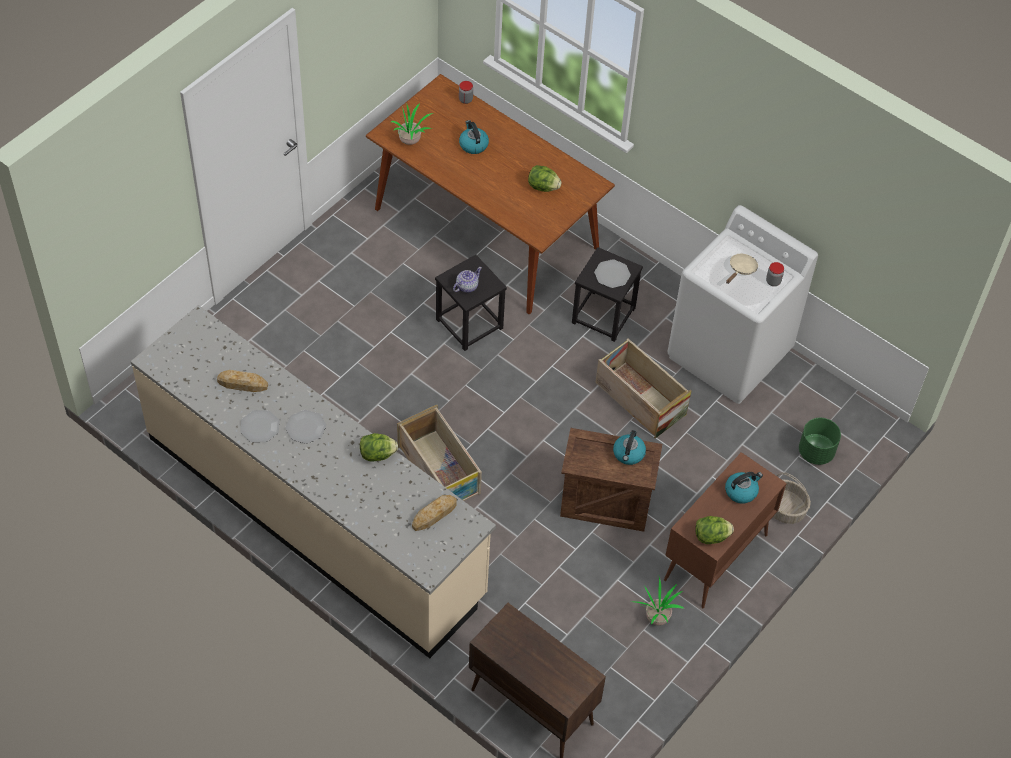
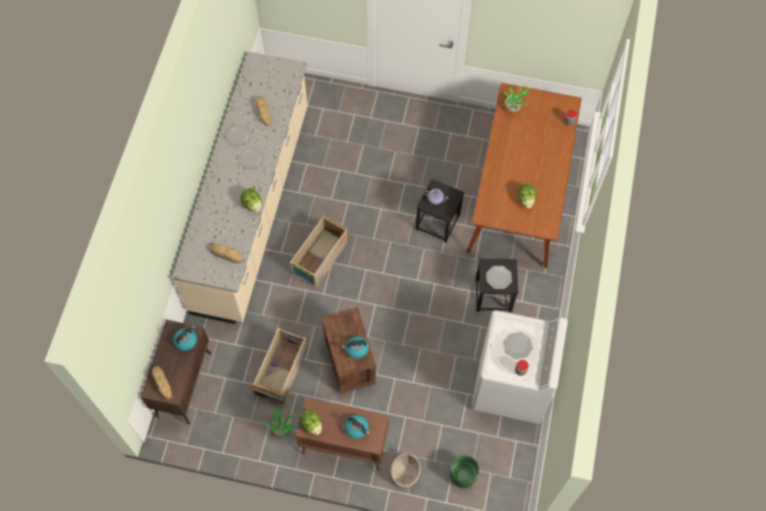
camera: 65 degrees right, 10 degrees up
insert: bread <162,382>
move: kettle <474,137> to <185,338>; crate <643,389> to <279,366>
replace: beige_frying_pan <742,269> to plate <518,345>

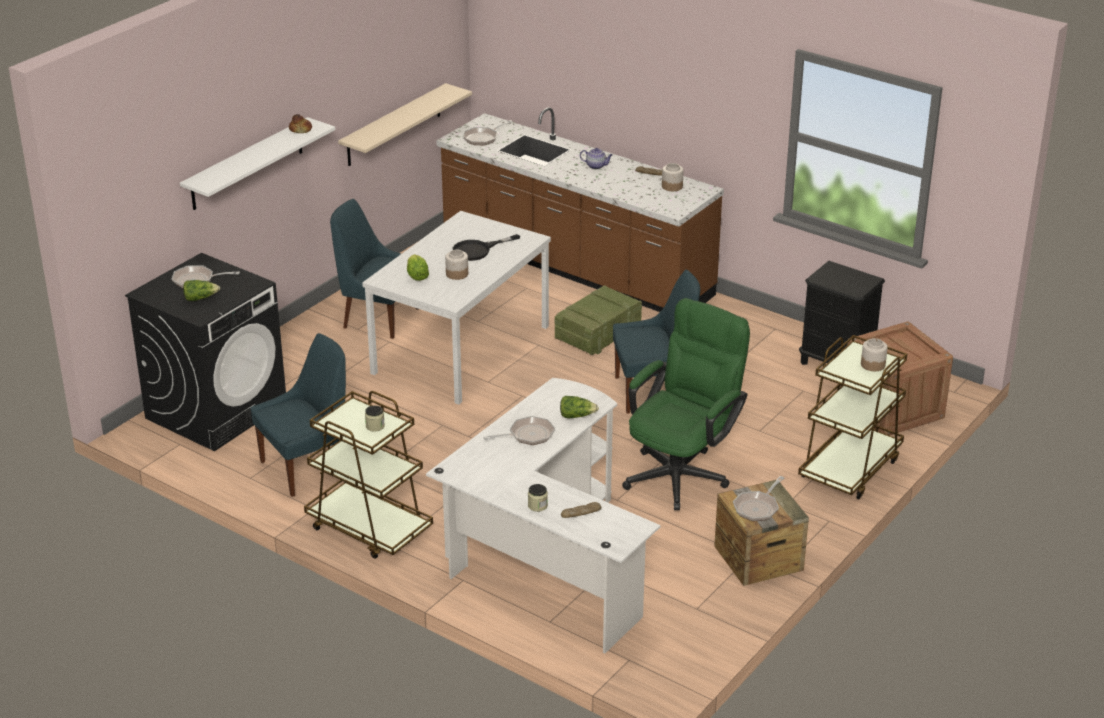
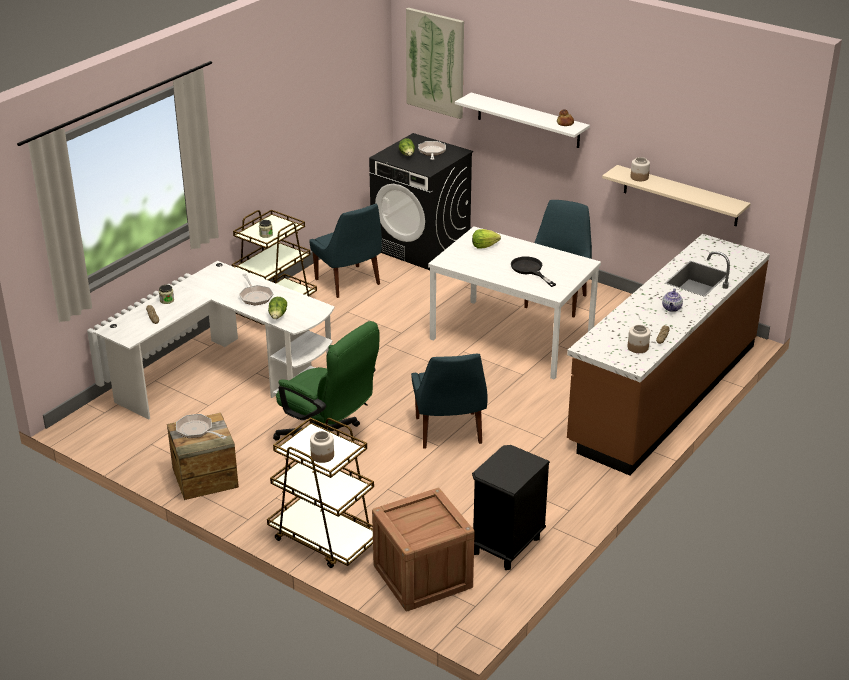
camera: 90 degrees right, 0 degrees up
delete: frying_pan <488,132>; crate <598,320>
insert: picture <435,63>
move: jar <456,265> to <640,169>

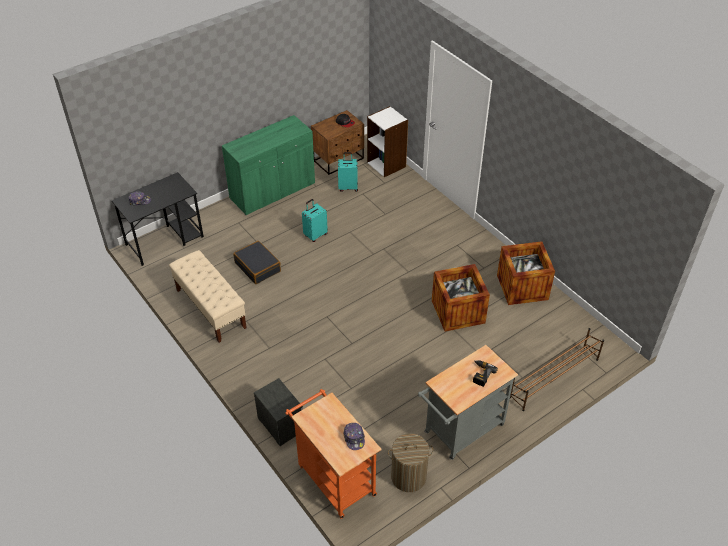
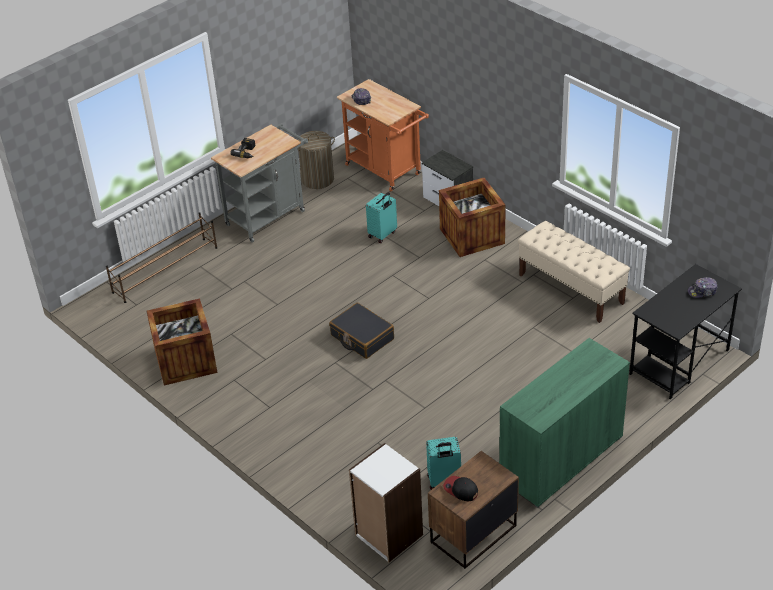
camera: 175 degrees right, 5 degrees down
move: turquoise_suitcase <315,220> to <381,217>; black_suitcase <257,262> to <361,331>; crate <461,298> to <472,217>

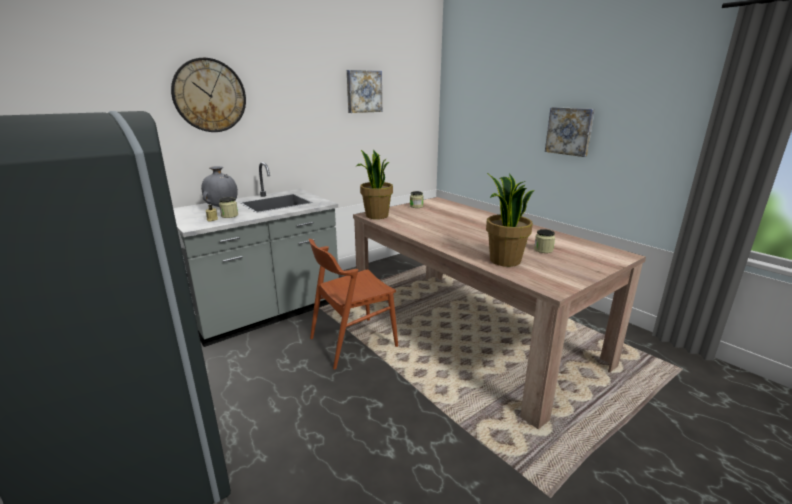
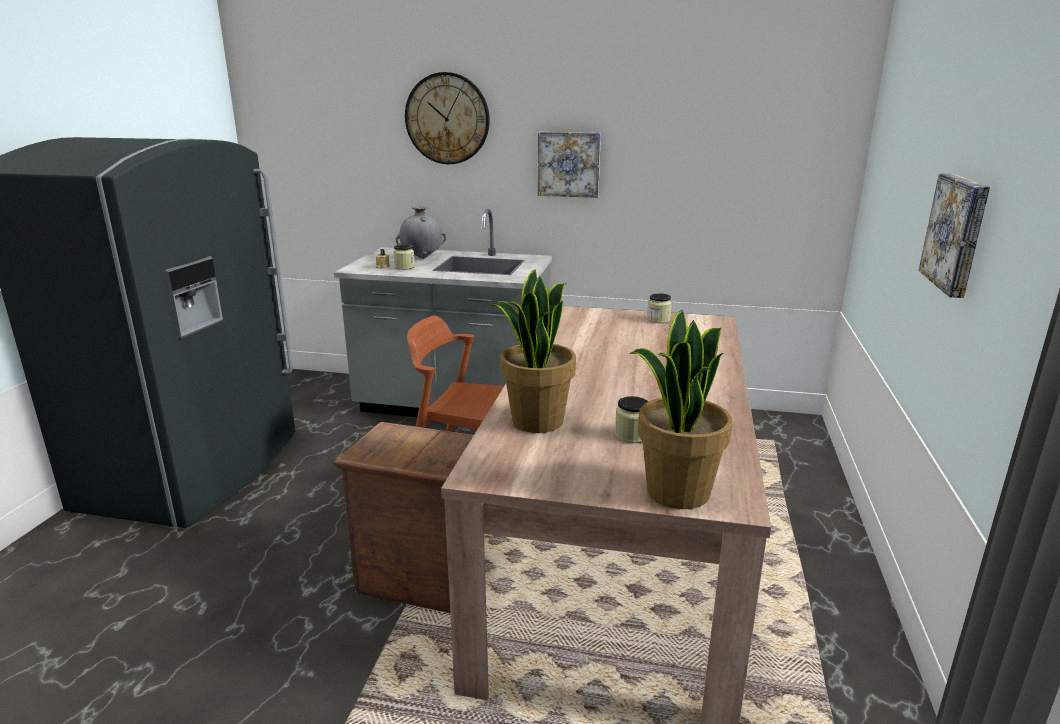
camera: 50 degrees right, 0 degrees up
insert: crate <404,517>
move: picture <364,91> to <569,165>; potted_plant <375,184> to <681,409>

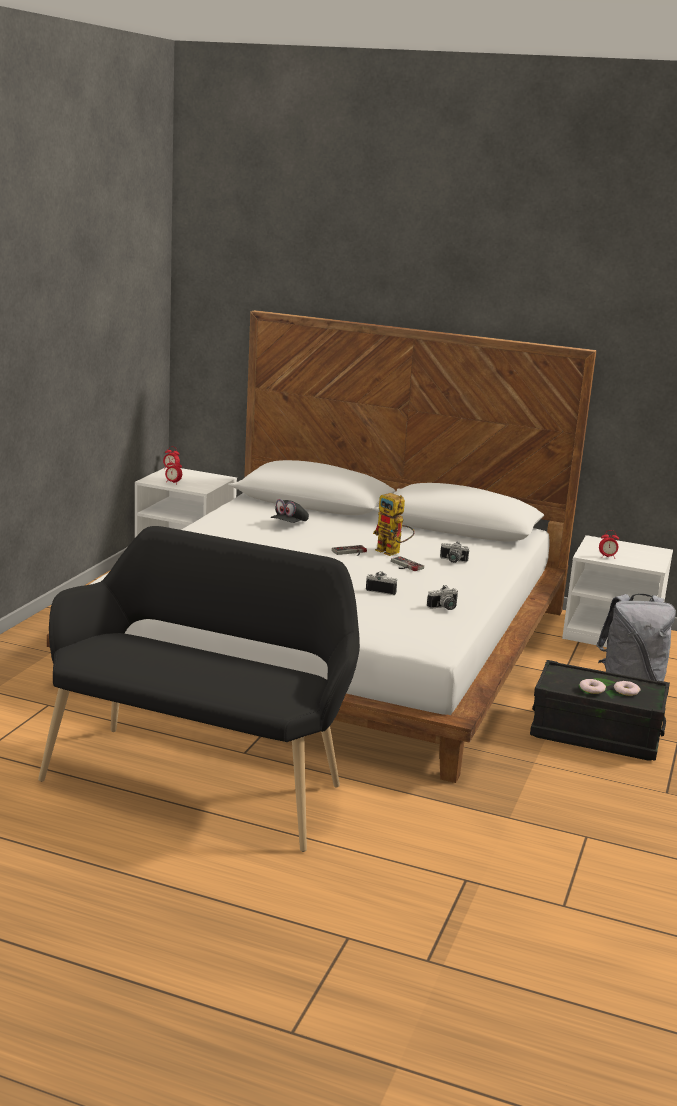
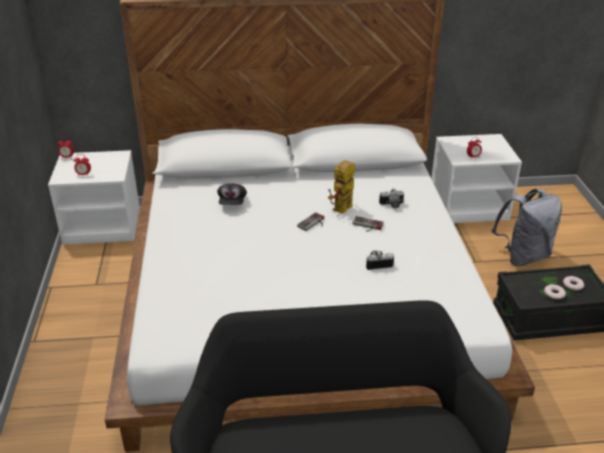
camera: 25 degrees left, 15 degrees up
delete: photo_camera <442,597>
rotate: toy_robot <394,524> = <341,187> 105 degrees clockwise

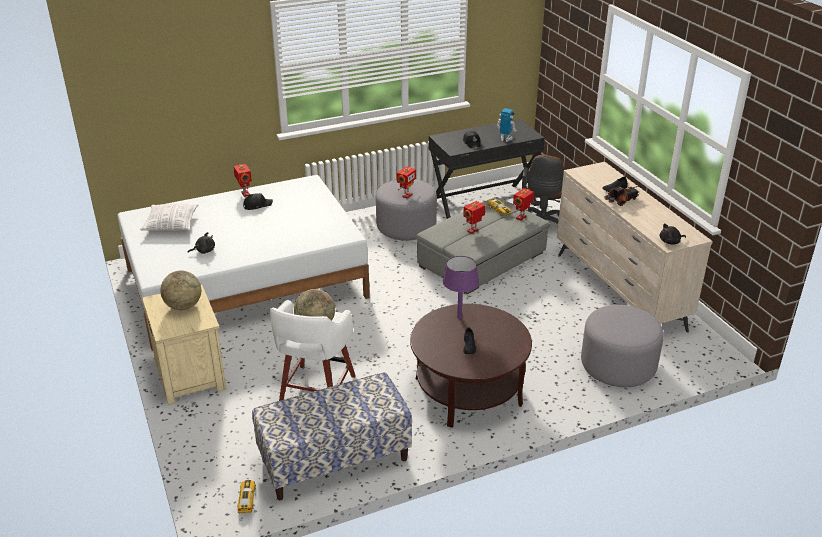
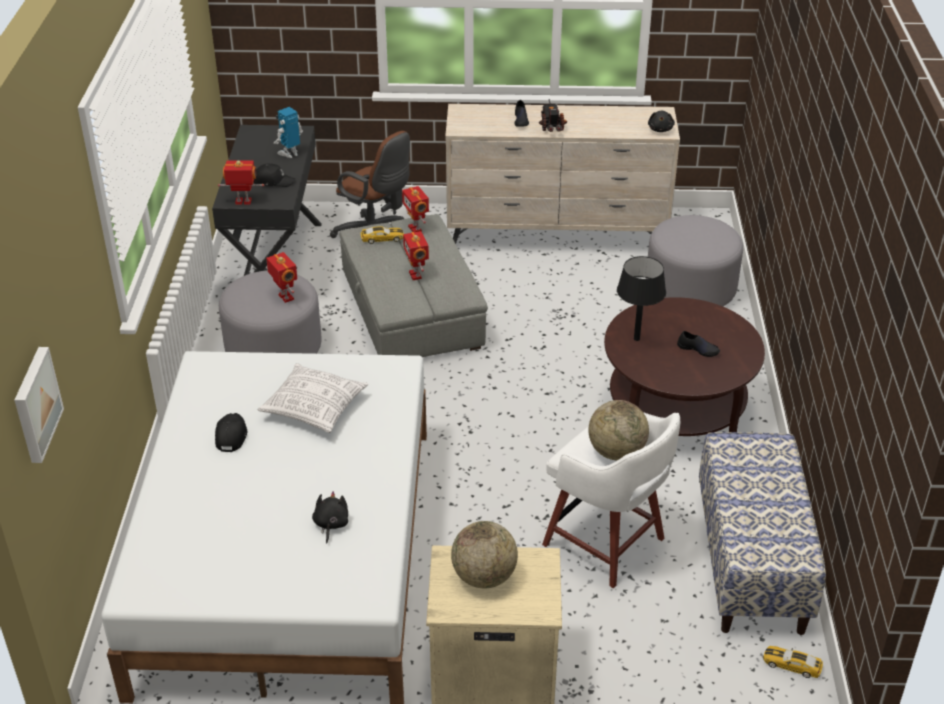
camera: 65 degrees left, 5 degrees up
insert: picture <39,405>
move: toy_robot <242,180> to <241,182>; pillow <169,217> to <312,398>
recolor: purple_table_lamp <461,287> to black_table_lamp <641,298>

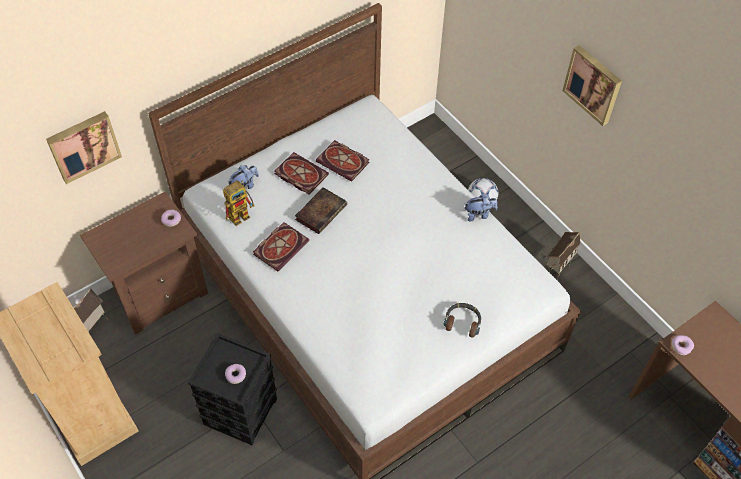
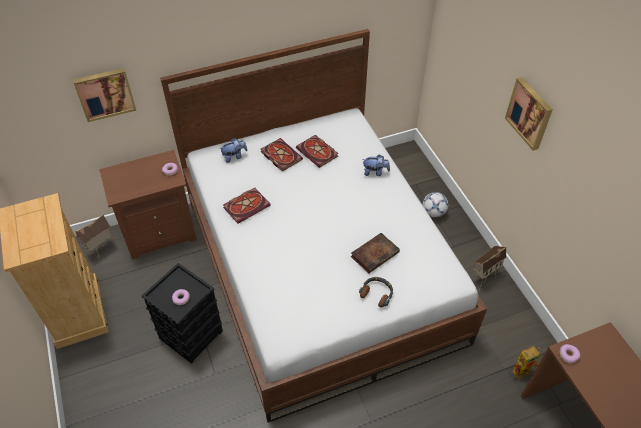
camera: 15 degrees right, 5 degrees down
move: toy_robot <239,203> to <526,363>; book <321,210> to <375,253>; plush_toy <481,207> to <376,165>

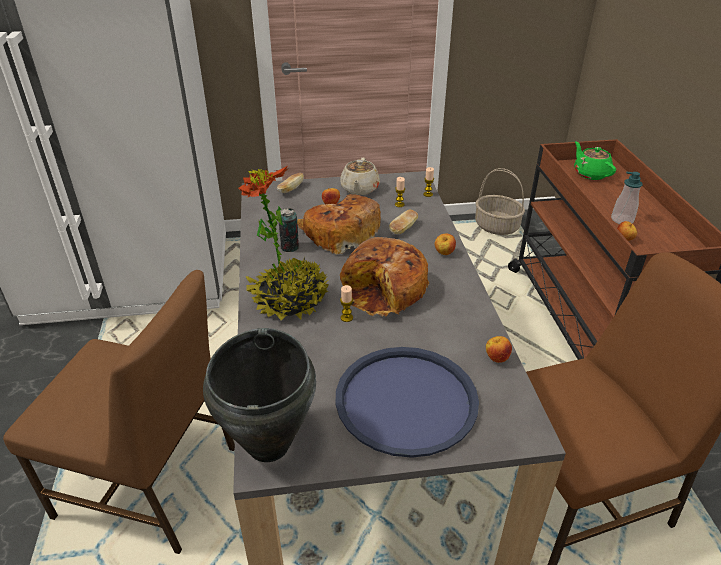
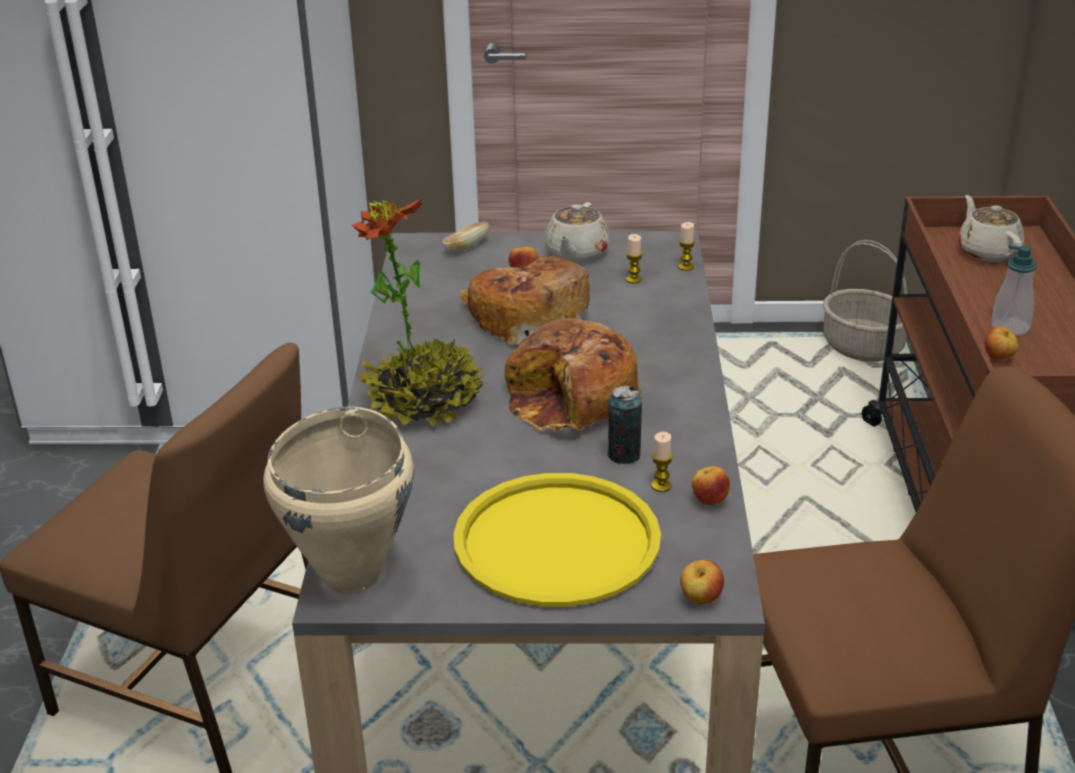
camera: 10 degrees right, 5 degrees down
delete: bread <403,222>
move: can <289,230> to <624,425>; apple <445,244> to <702,582>; candle <346,303> to <662,462>
recolor: green_teapot <595,160> to beige_teapot <991,228>; black_cooking_pot <259,395> to beige_cooking_pot <339,500>; blue_tray <407,402> to yellow_tray <557,540>

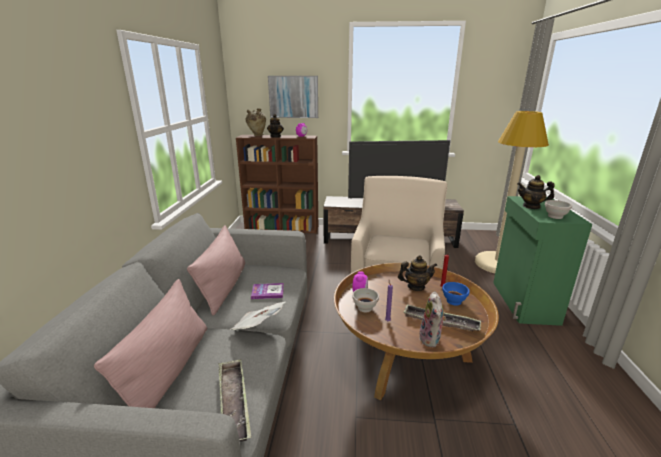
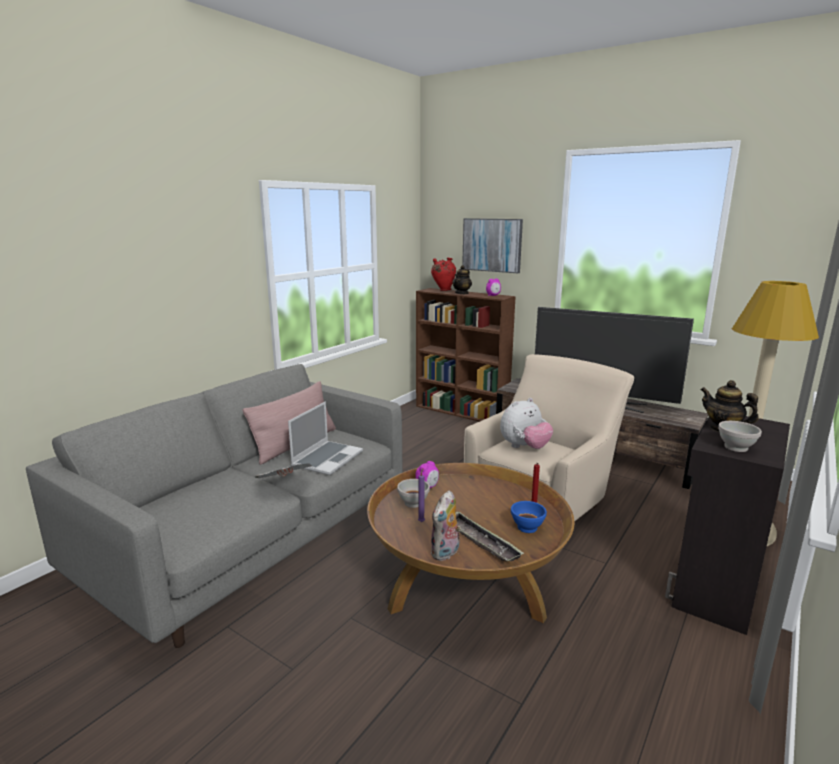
camera: 30 degrees right, 5 degrees down
delete: teapot <417,273>; pink_pillow <150,343>; tray <235,400>
insert: plush_toy <526,423>
replace: book <267,291> to laptop <325,438>
recolor: beige_vase <255,122> to red_vase <443,274>; green_cabinet <542,261> to black_cabinet <727,525>

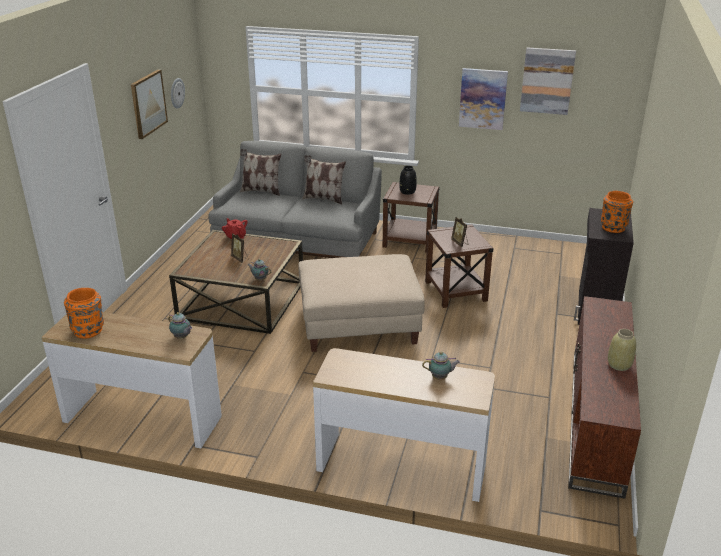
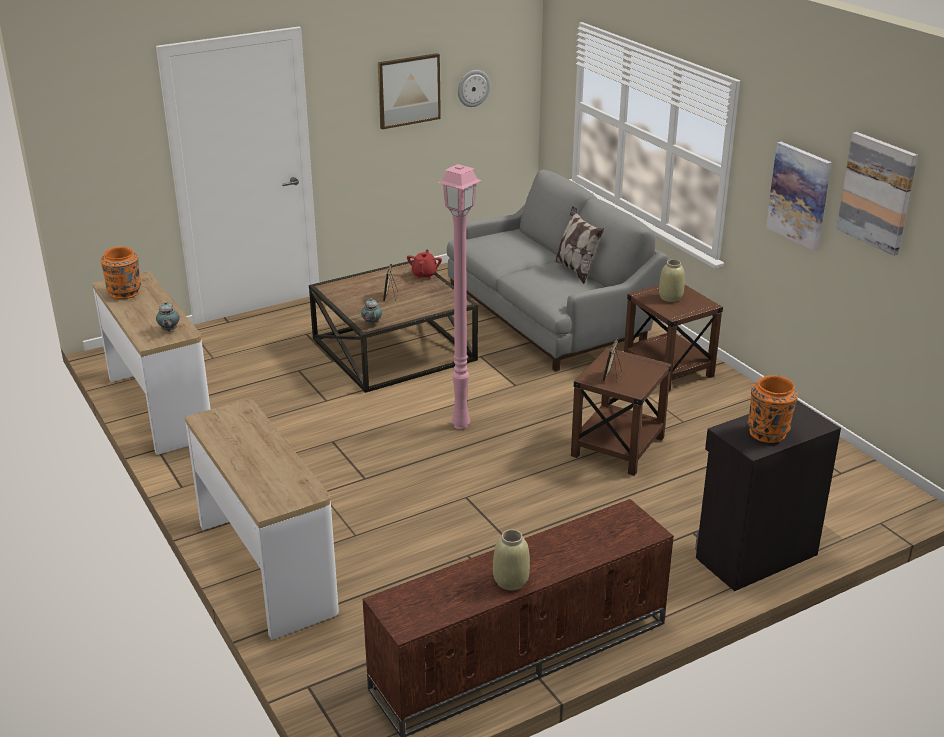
camera: 45 degrees right, 0 degrees up
delete: pillow <260,172>; teapot <441,366>
replace: beige_ottoman <361,303> to pink_floor_lamp <459,296>
recolor: black_vase <408,180> to beige_vase <672,281>

